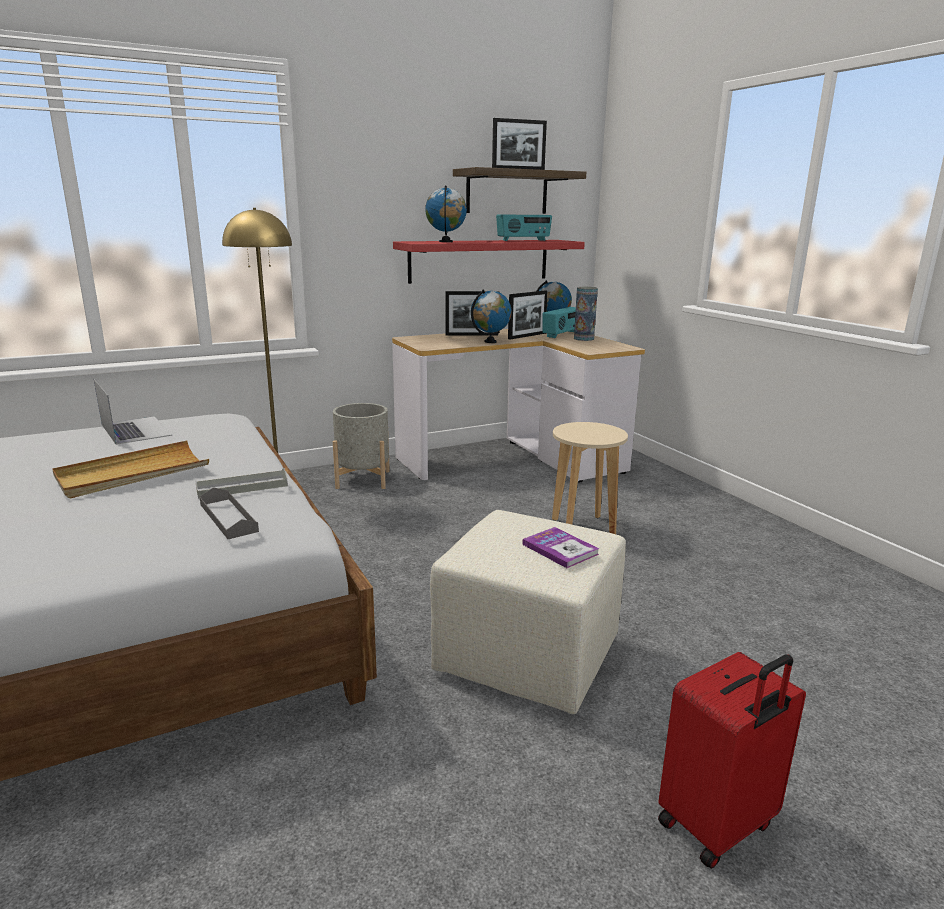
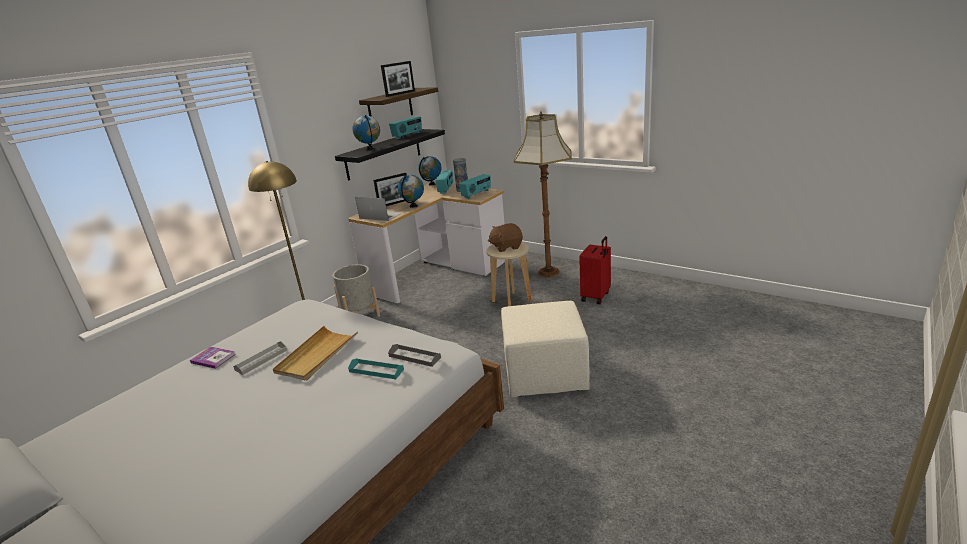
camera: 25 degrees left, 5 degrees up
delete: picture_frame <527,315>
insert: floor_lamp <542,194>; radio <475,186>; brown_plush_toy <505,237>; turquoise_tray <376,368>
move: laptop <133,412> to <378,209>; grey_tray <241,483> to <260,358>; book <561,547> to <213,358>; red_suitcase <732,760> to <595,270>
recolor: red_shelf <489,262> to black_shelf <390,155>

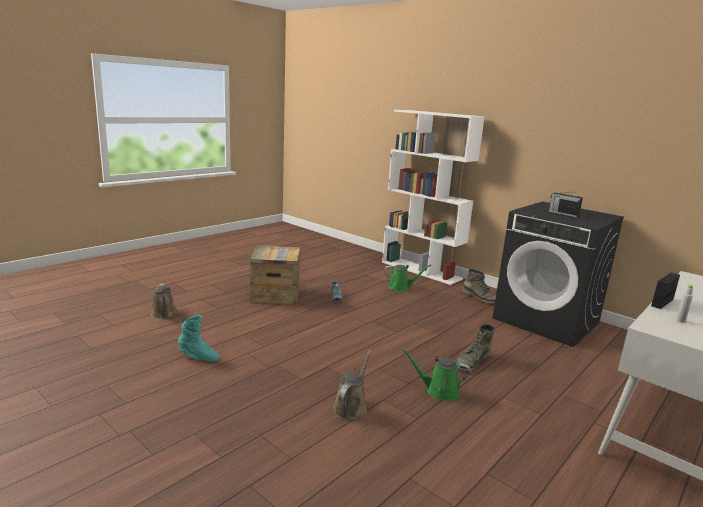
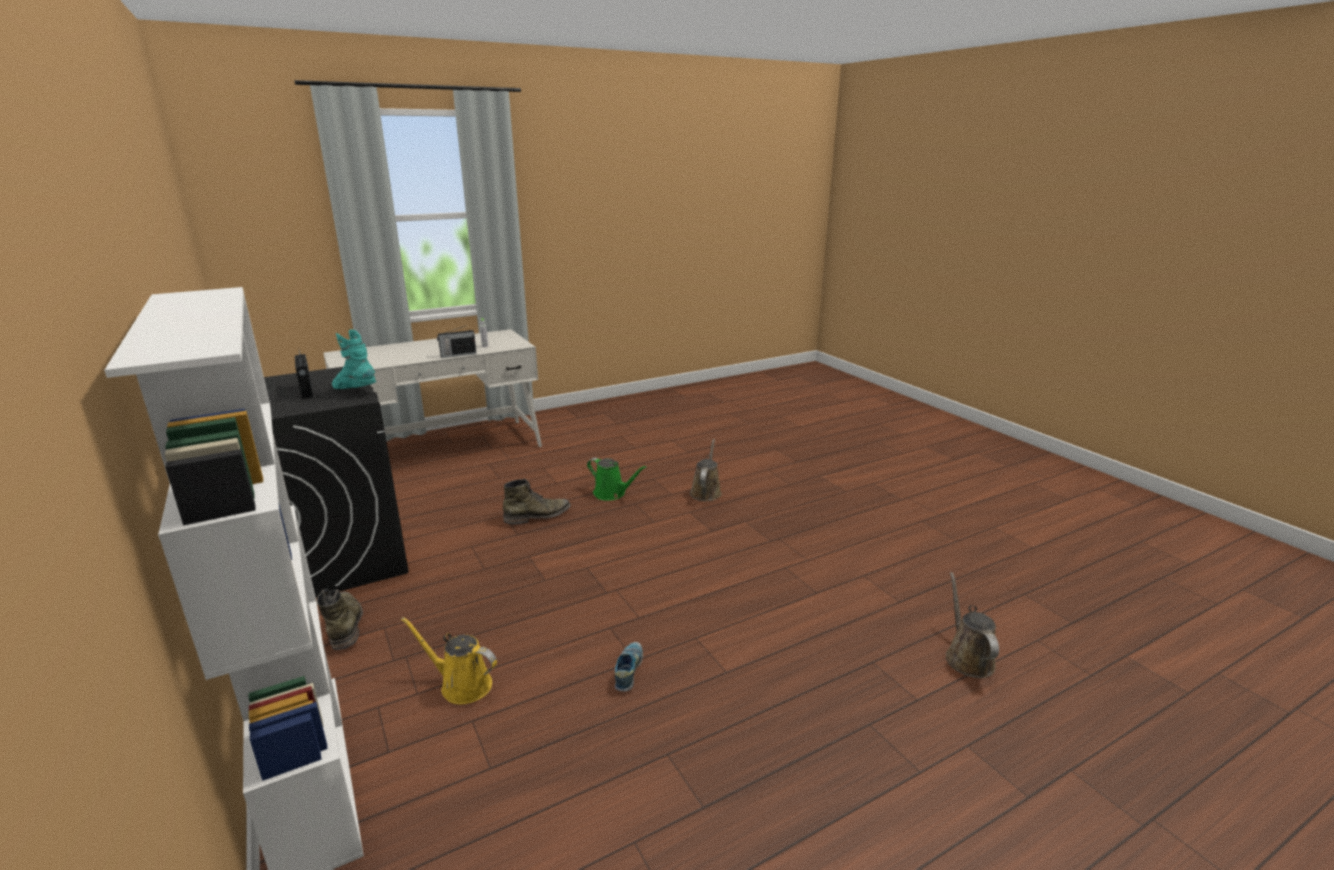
camera: 160 degrees left, 5 degrees up
delete: crate <275,274>
move: turquoise_boot <199,338> to <354,359>
recolor: green_watering_can <407,278> to yellow_watering_can <449,660>
rotate: brown_watering_can <352,384> = <706,470> 150 degrees clockwise

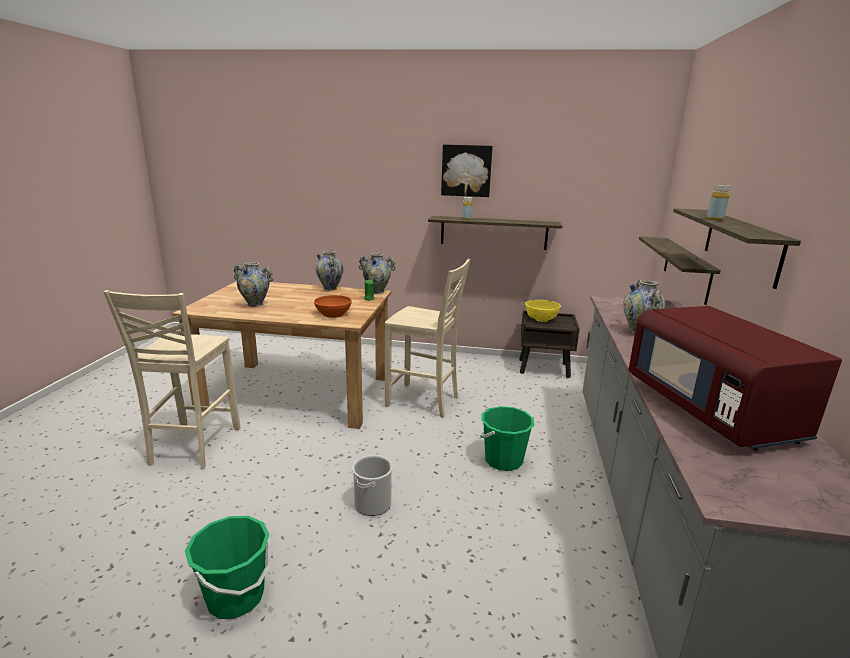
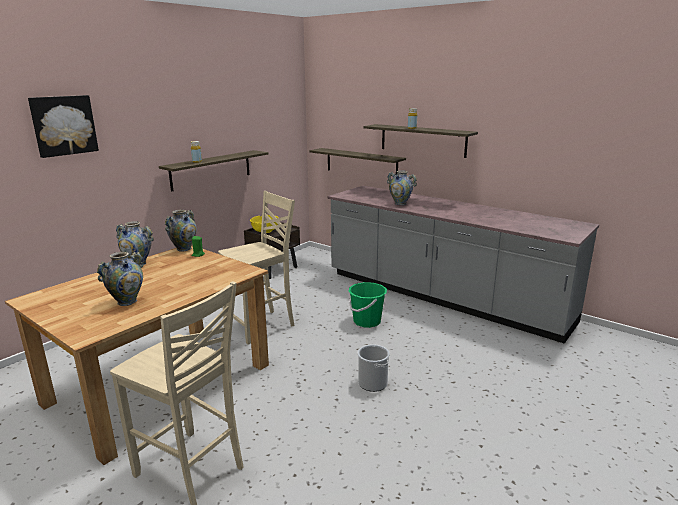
camera: 60 degrees left, 0 degrees up
delete: orange_bowl <333,306>; red_microwave <735,378>; green_bucket <228,567>
move: picture <467,171> to <63,126>

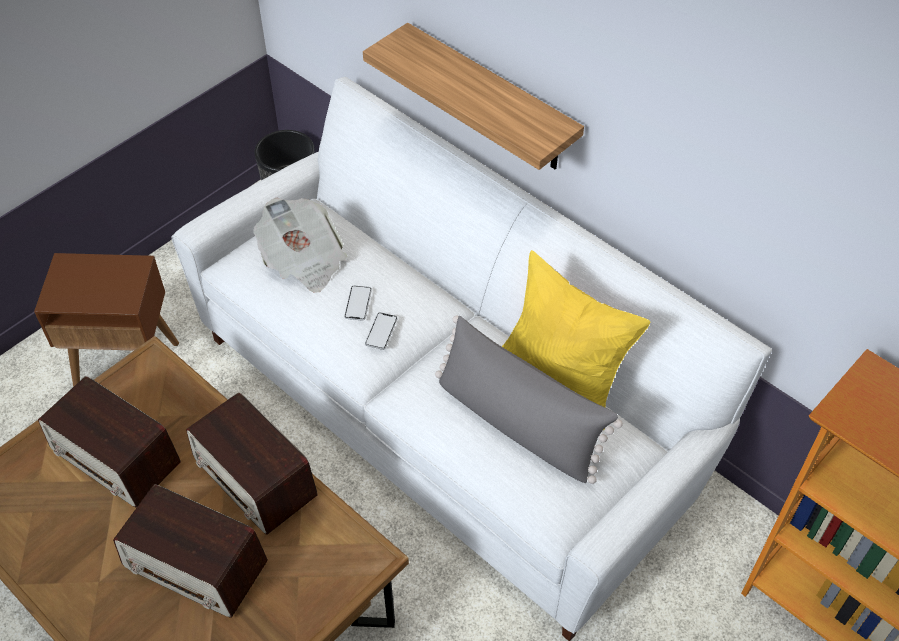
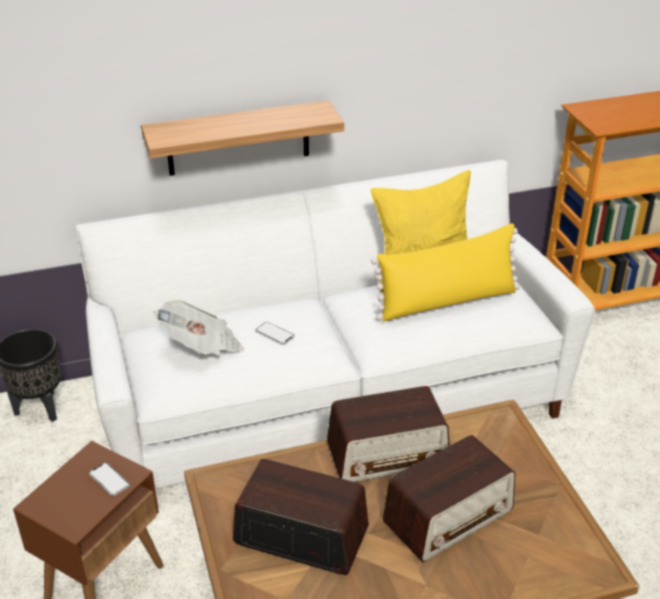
camera: 60 degrees left, 15 degrees down
move: phone <381,331> to <109,479>
recolor: grey_pillow <529,399> to yellow_pillow <445,272>
rotate: radio <109,441> = <301,517> 135 degrees counterclockwise

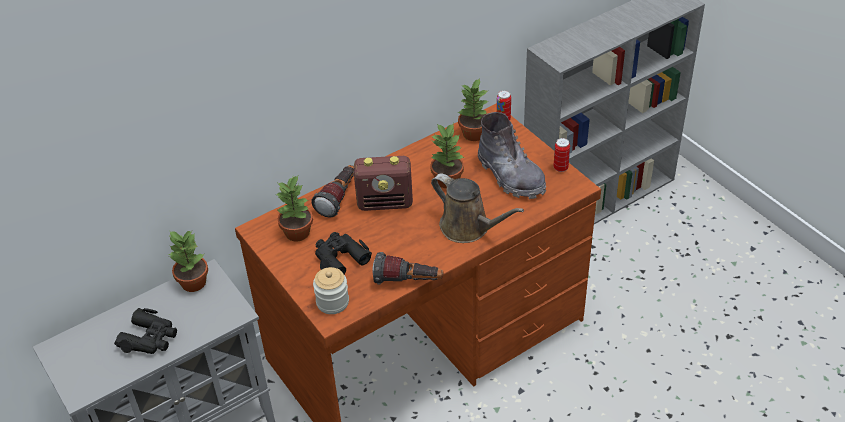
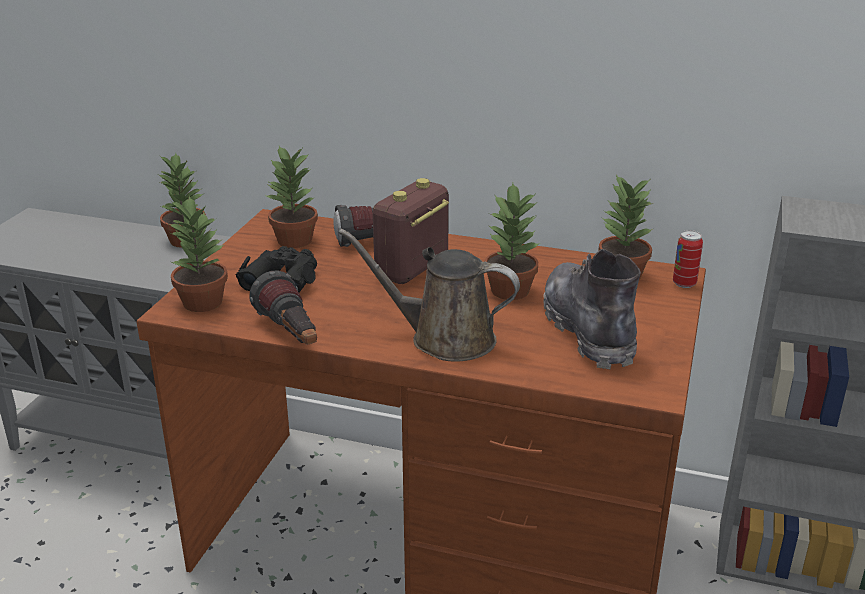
camera: 50 degrees right, 15 degrees down
delete: can <561,155>; black_binoculars <145,331>
replace: jar <331,290> to potted_plant <198,254>
rotate: grey_boot <512,155> = <592,309> 150 degrees clockwise; radio <383,183> = <411,231> 75 degrees clockwise; brown_watering_can <477,208> = <429,295> 105 degrees clockwise

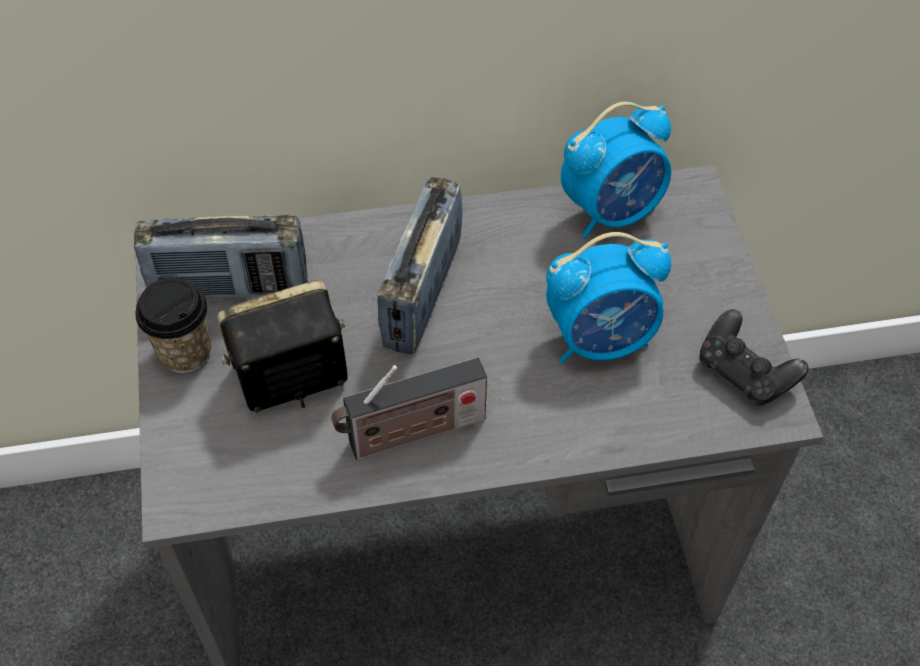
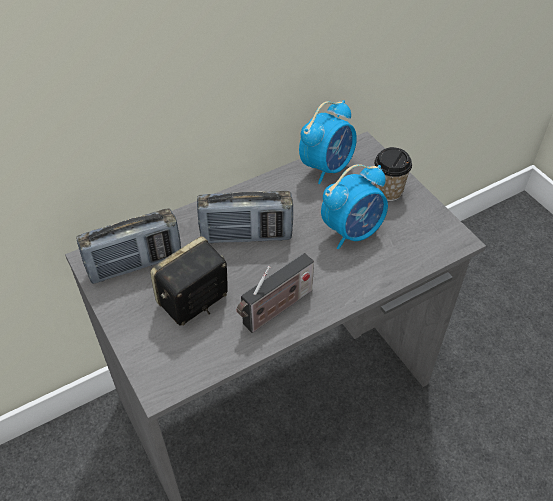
camera: 20 degrees left, 5 degrees down
delete: black_game_controller <754,357>
move: cup <173,325> to <393,174>
rotate: radio <420,265> = <245,217> 90 degrees counterclockwise

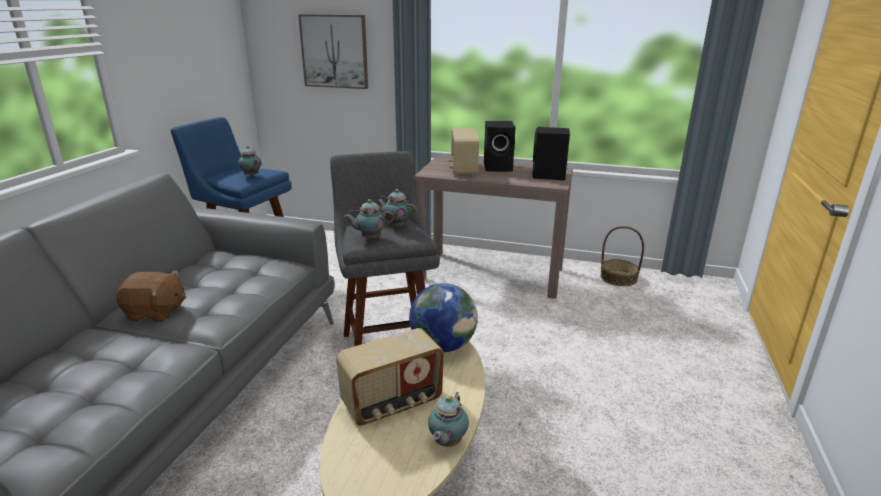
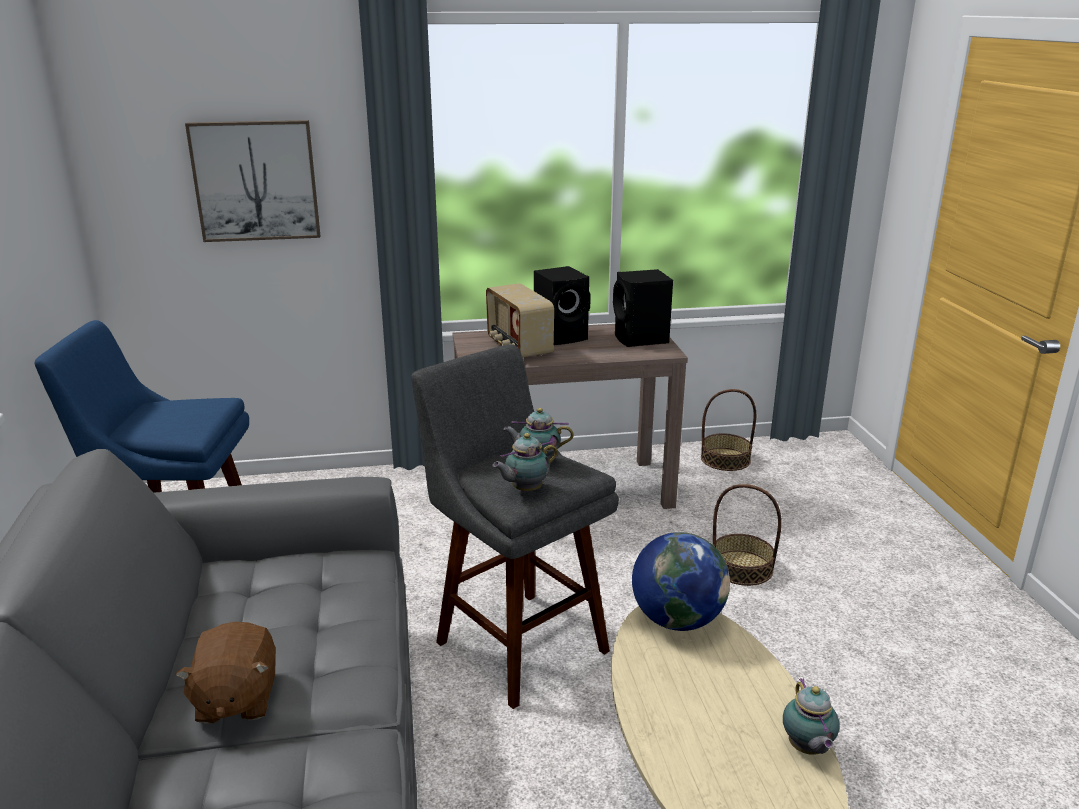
camera: 25 degrees left, 0 degrees up
delete: teapot <249,161>; radio <390,377>
insert: basket <747,535>
rotate: brown_plush_toy <151,296> = <225,673> 105 degrees clockwise

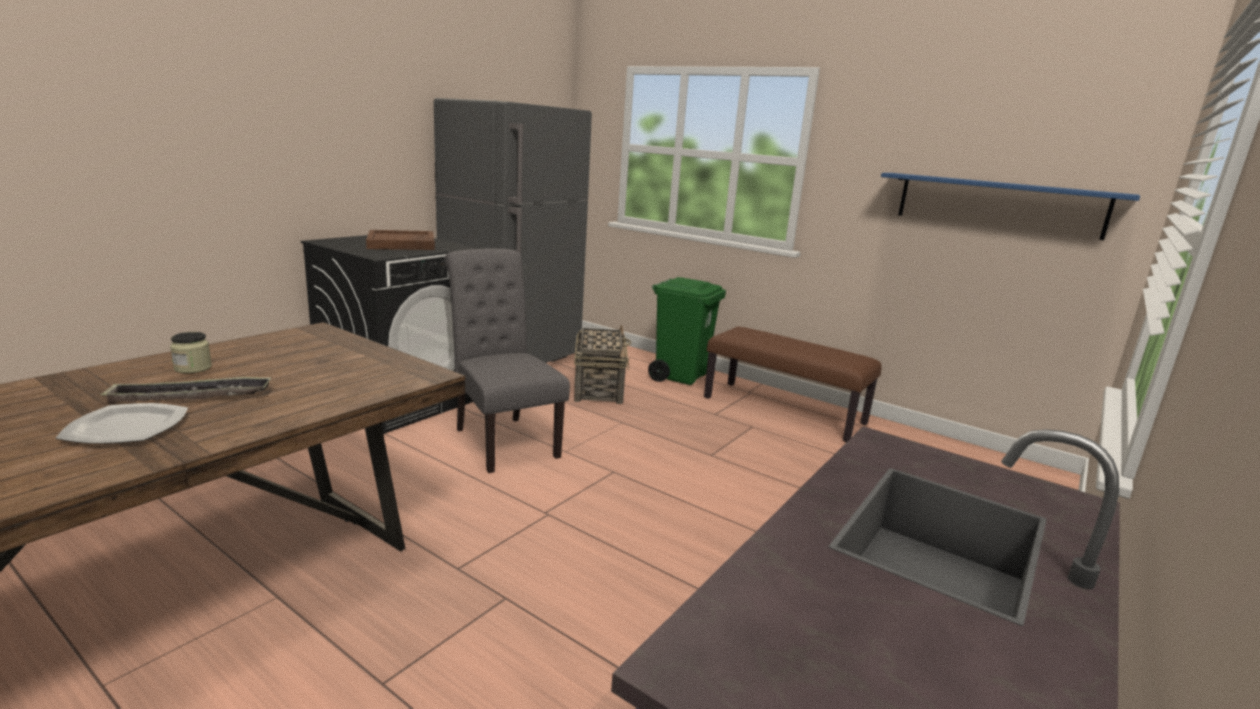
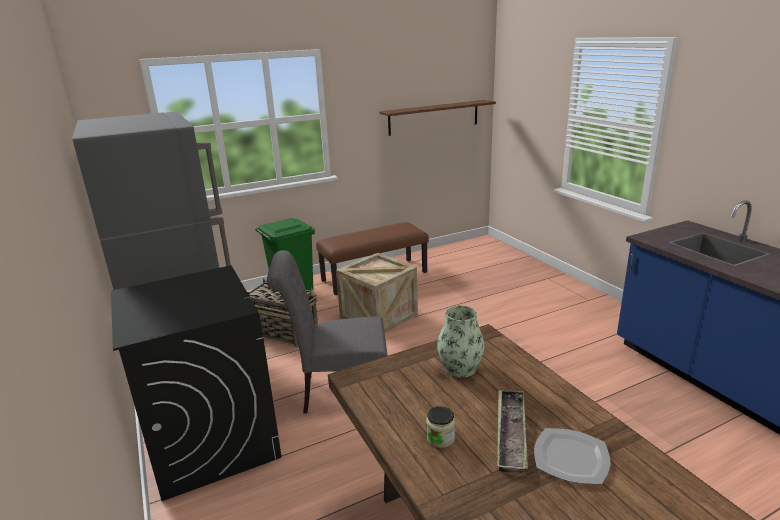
camera: 60 degrees left, 5 degrees up
delete: brown_tray <400,240>
insert: crate <377,293>; vase <461,342>
recolor: blue_shelf <1010,206> to brown_shelf <437,118>

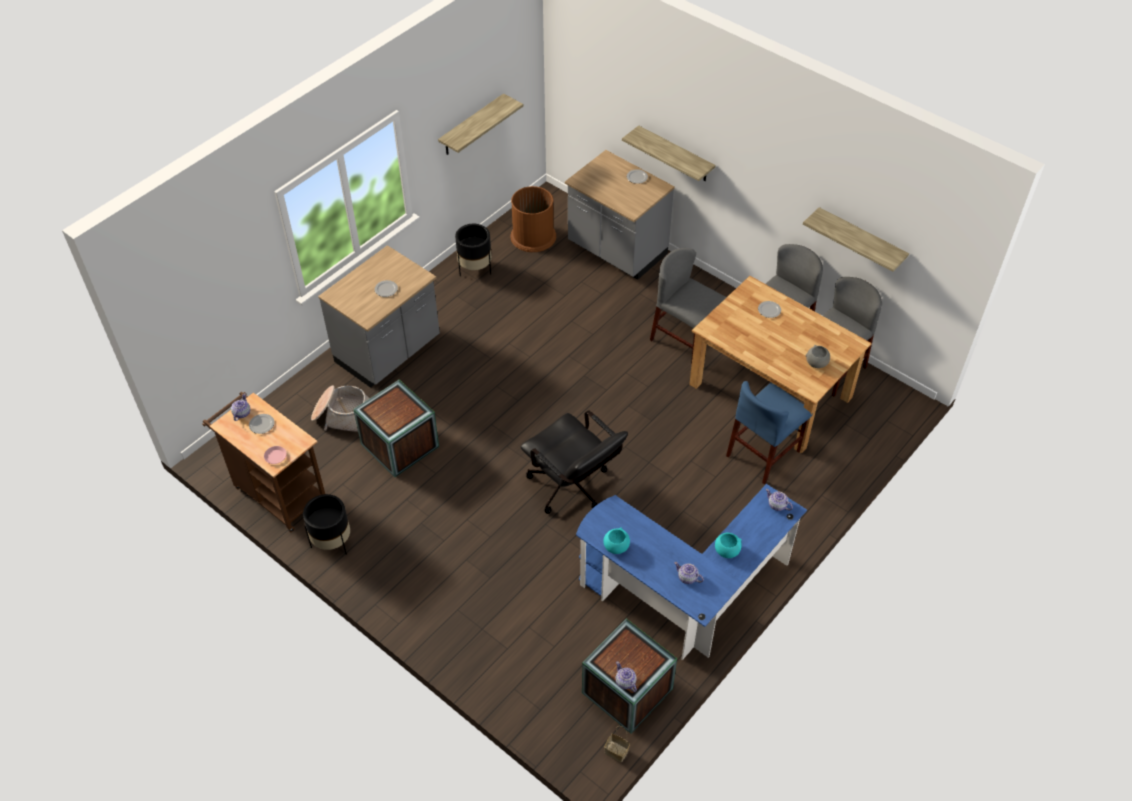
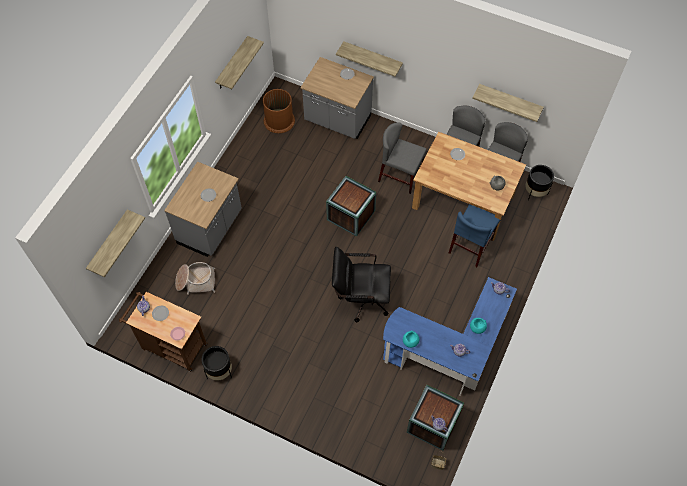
camera: 15 degrees left, 10 degrees up
insert: shelf <115,243>
move: black_planter <473,250> to <539,183>; crate <396,428> to <351,206>
rotate: black_office_chair <574,462> = <361,285> 150 degrees clockwise

